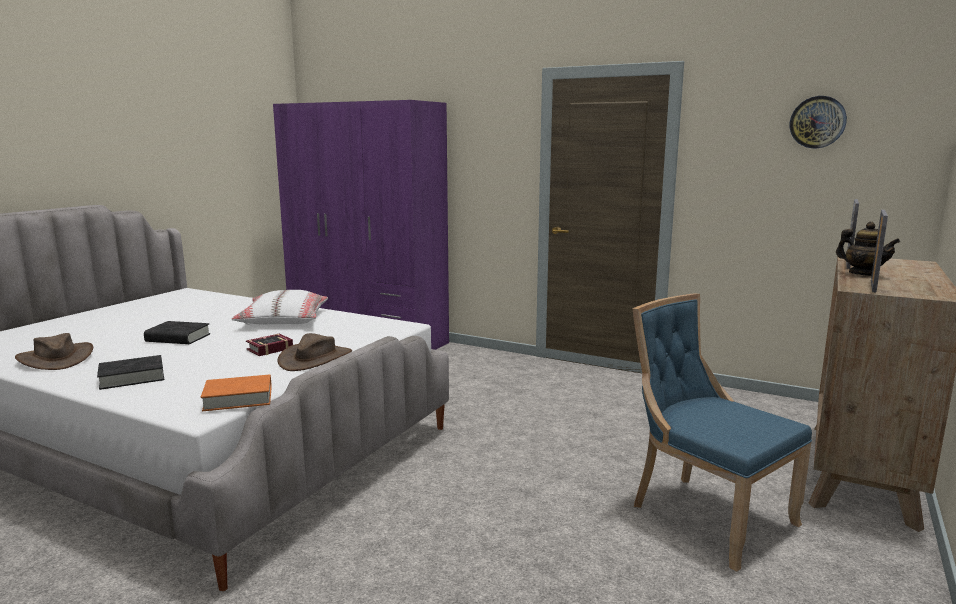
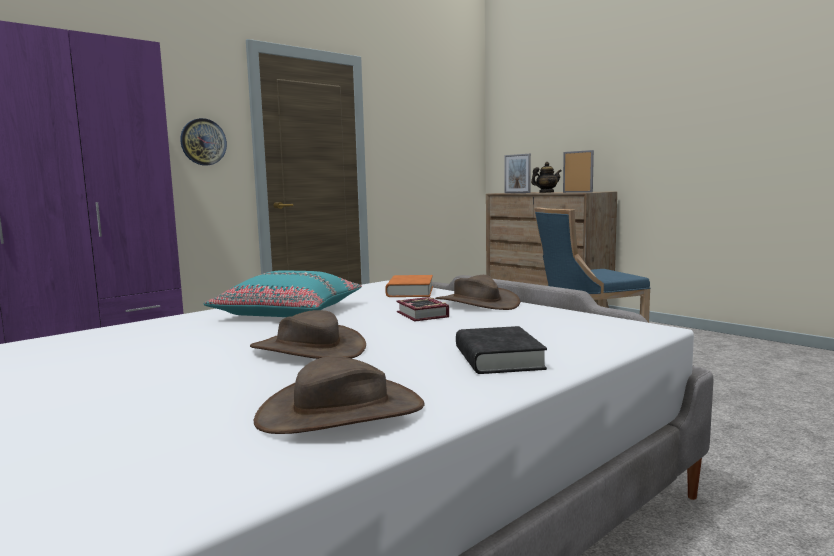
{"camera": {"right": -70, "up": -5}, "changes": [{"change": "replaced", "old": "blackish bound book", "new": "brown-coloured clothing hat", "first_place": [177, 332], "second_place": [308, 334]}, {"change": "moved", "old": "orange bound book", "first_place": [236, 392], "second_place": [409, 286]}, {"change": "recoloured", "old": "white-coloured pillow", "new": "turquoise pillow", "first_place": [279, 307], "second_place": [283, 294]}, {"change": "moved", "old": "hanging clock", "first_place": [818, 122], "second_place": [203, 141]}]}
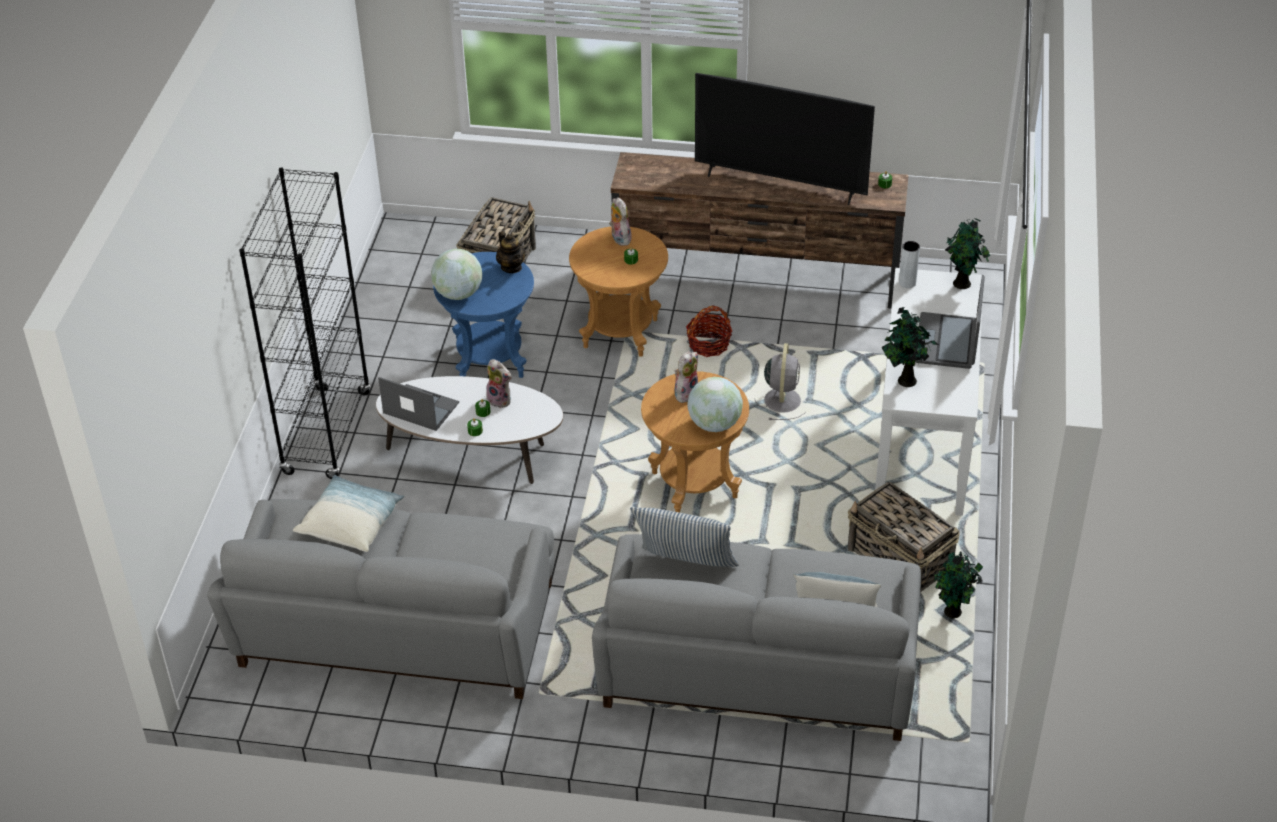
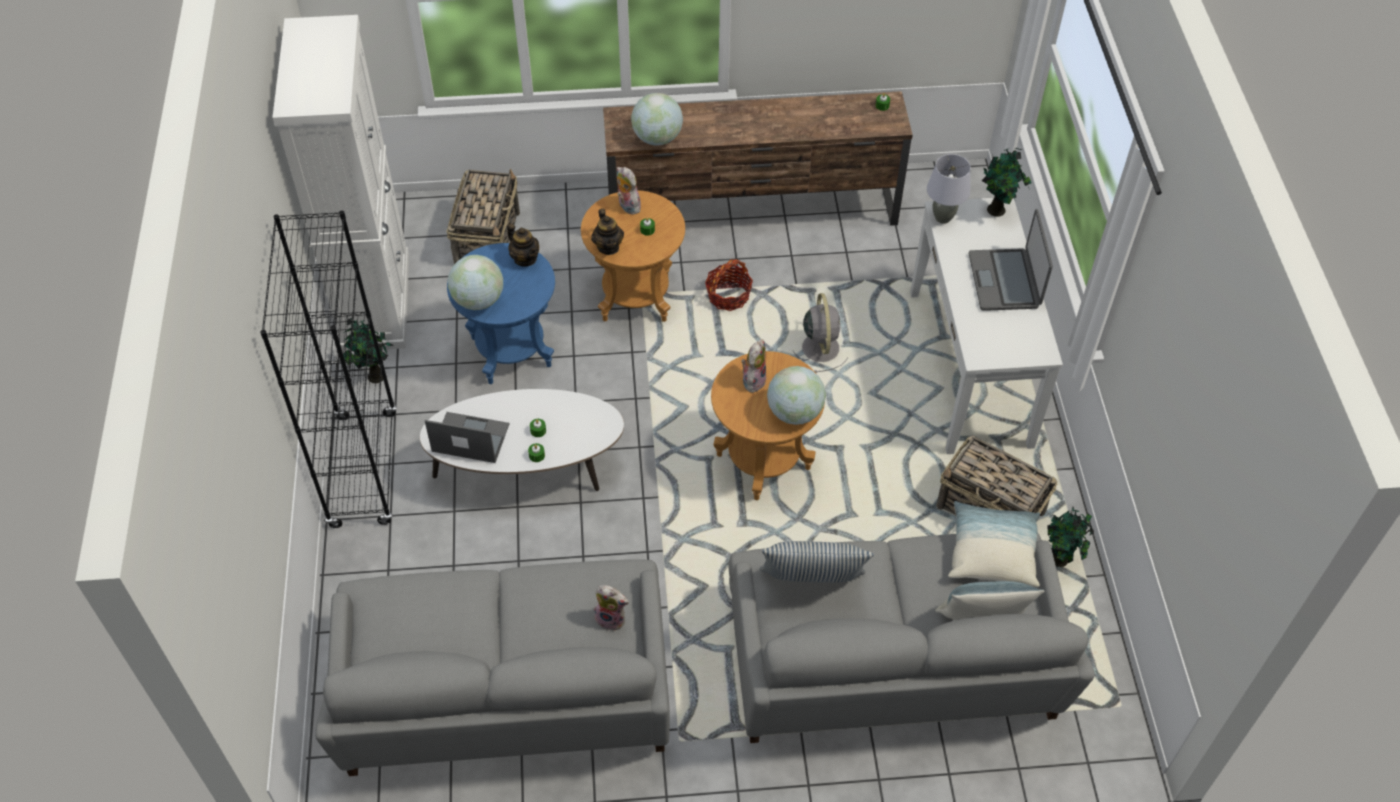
{"camera": {"right": -15, "up": 10}, "changes": [{"change": "moved", "old": "pillow", "first_place": [349, 513], "second_place": [994, 544]}, {"change": "moved", "old": "soft toy", "first_place": [499, 383], "second_place": [611, 608]}, {"change": "removed", "old": "television", "first_place": [785, 139]}, {"change": "moved", "old": "plant in a pot", "first_place": [910, 347], "second_place": [368, 350]}, {"change": "replaced", "old": "grey vase", "new": "grey lamp for a table", "first_place": [909, 264], "second_place": [949, 189]}, {"change": "added", "new": "white-coloured storage cabinet", "second_place": [340, 183]}, {"change": "added", "new": "teapot", "second_place": [607, 232]}, {"change": "added", "new": "globe", "second_place": [657, 119]}]}
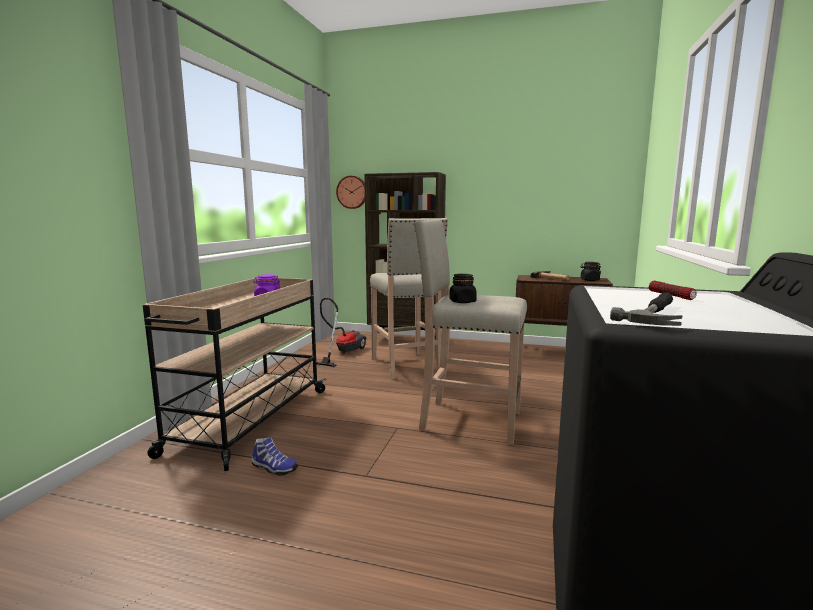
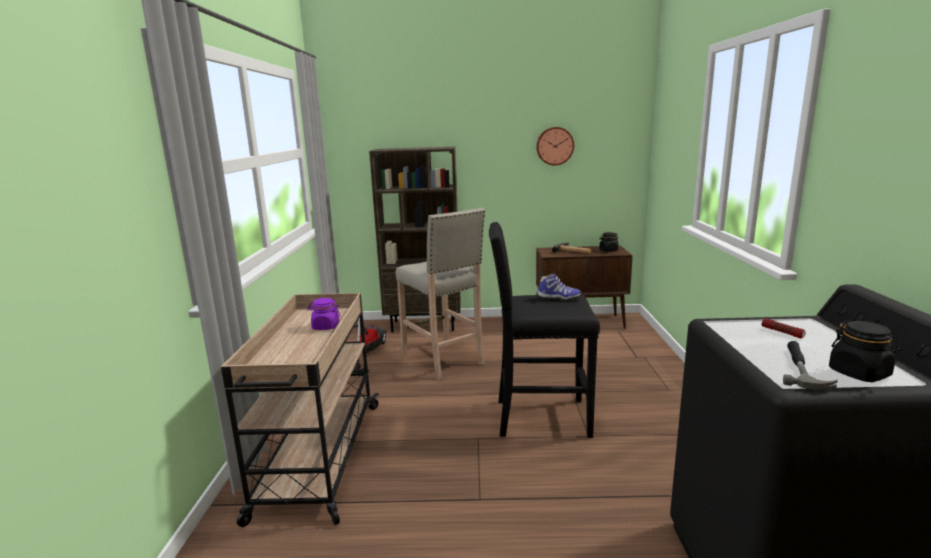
{"camera": {"right": -15, "up": 5}, "changes": [{"change": "moved", "old": "item of footwear", "first_place": [274, 456], "second_place": [558, 287]}, {"change": "moved", "old": "hanging clock", "first_place": [350, 192], "second_place": [555, 146]}, {"change": "recoloured", "old": "beige sitting stool", "new": "blackish sitting stool", "first_place": [470, 332], "second_place": [544, 330]}, {"change": "moved", "old": "blackish storage jar", "first_place": [463, 288], "second_place": [865, 351]}]}
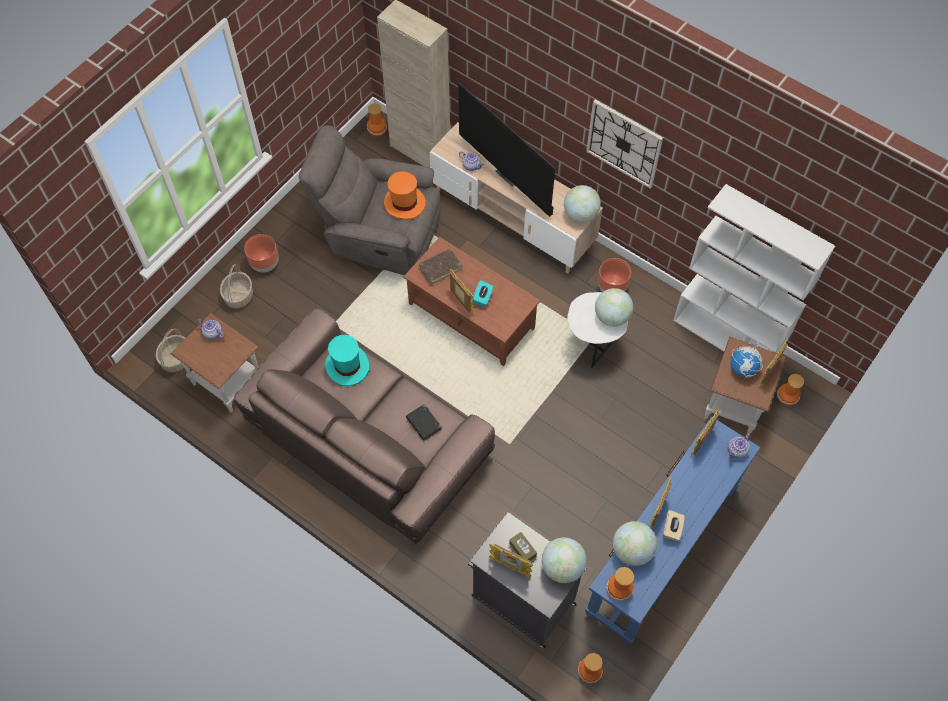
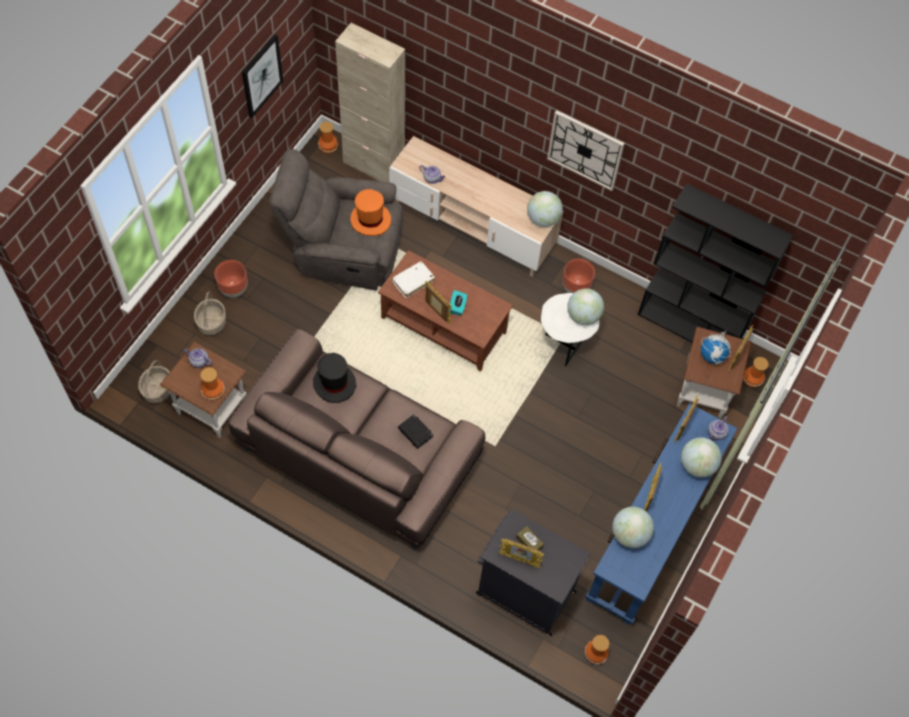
{"camera": {"right": -10, "up": 0}, "changes": [{"change": "recoloured", "old": "turquoise clothing hat", "new": "blackish clothing hat", "first_place": [347, 360], "second_place": [334, 378]}, {"change": "recoloured", "old": "brown-coloured bound book", "new": "white-coloured bound book", "first_place": [440, 267], "second_place": [413, 279]}, {"change": "removed", "old": "television", "first_place": [506, 150]}, {"change": "moved", "old": "globe", "first_place": [564, 560], "second_place": [701, 457]}, {"change": "moved", "old": "vase", "first_place": [620, 584], "second_place": [212, 384]}, {"change": "removed", "old": "beige tissue holder", "first_place": [673, 525]}, {"change": "recoloured", "old": "white-coloured bookcase", "new": "blackish bookcase", "first_place": [754, 268], "second_place": [715, 263]}, {"change": "added", "new": "wall picture", "second_place": [262, 76]}]}
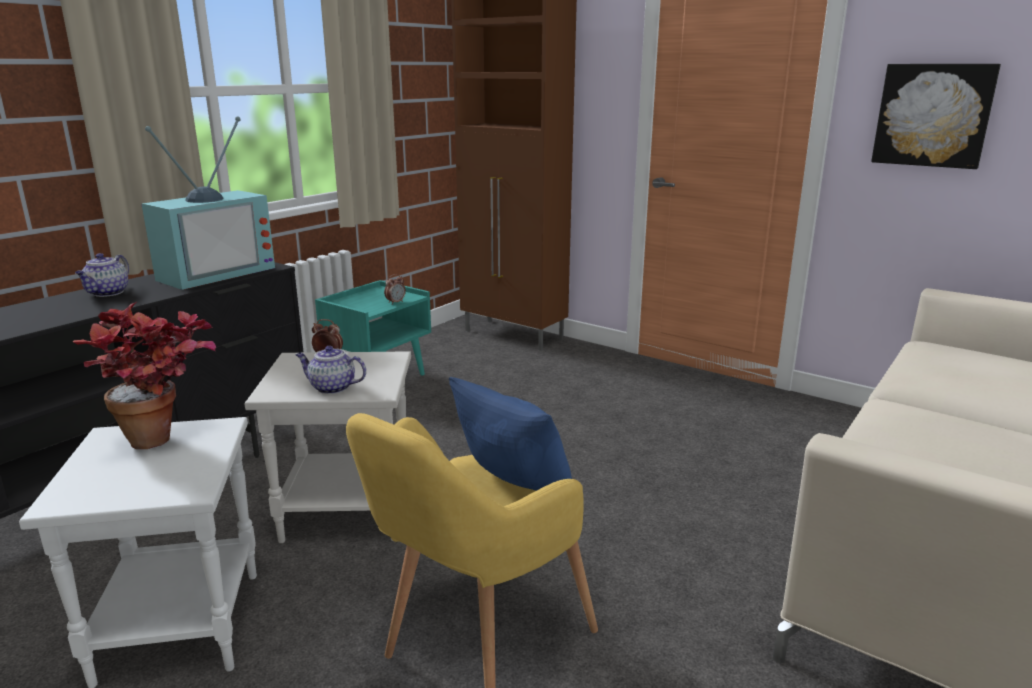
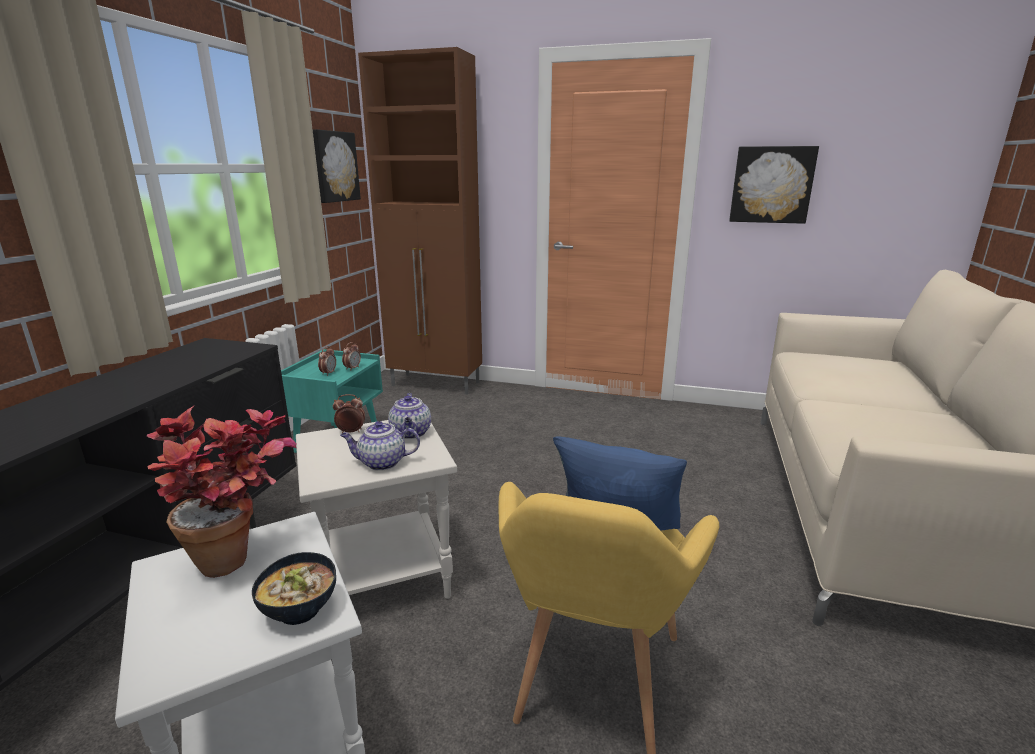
{"camera": {"right": -20, "up": 0}, "changes": [{"change": "moved", "old": "teapot", "first_place": [102, 275], "second_place": [409, 416]}, {"change": "removed", "old": "television", "first_place": [208, 203]}, {"change": "added", "new": "deep dish", "second_place": [294, 588]}, {"change": "added", "new": "wall picture", "second_place": [337, 166]}, {"change": "added", "new": "bedside clock", "second_place": [327, 361]}]}
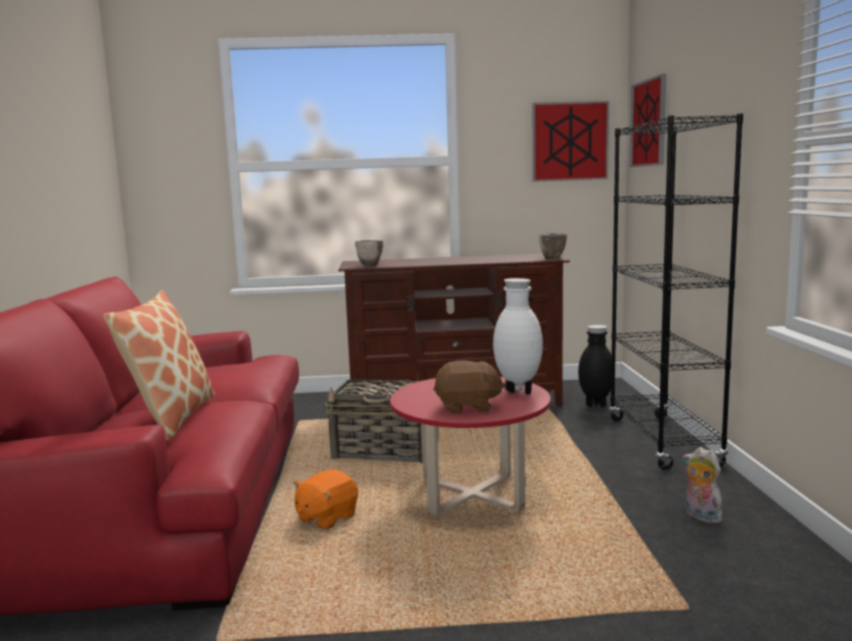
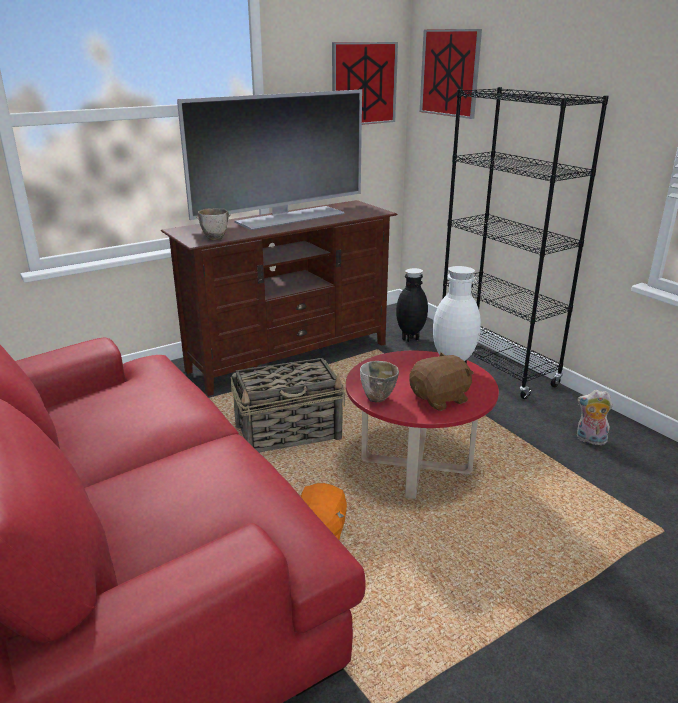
{"camera": {"right": -30, "up": 15}, "changes": [{"change": "removed", "old": "pillow", "first_place": [159, 365]}, {"change": "moved", "old": "deep dish", "first_place": [553, 246], "second_place": [379, 381]}, {"change": "added", "new": "television", "second_place": [269, 160]}]}
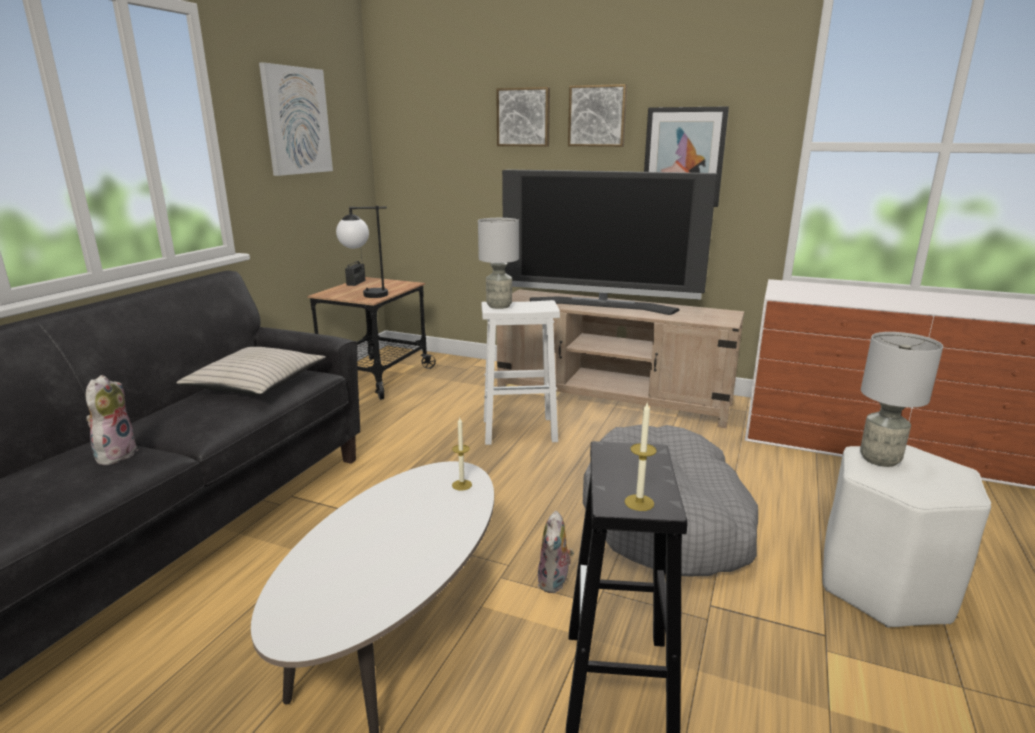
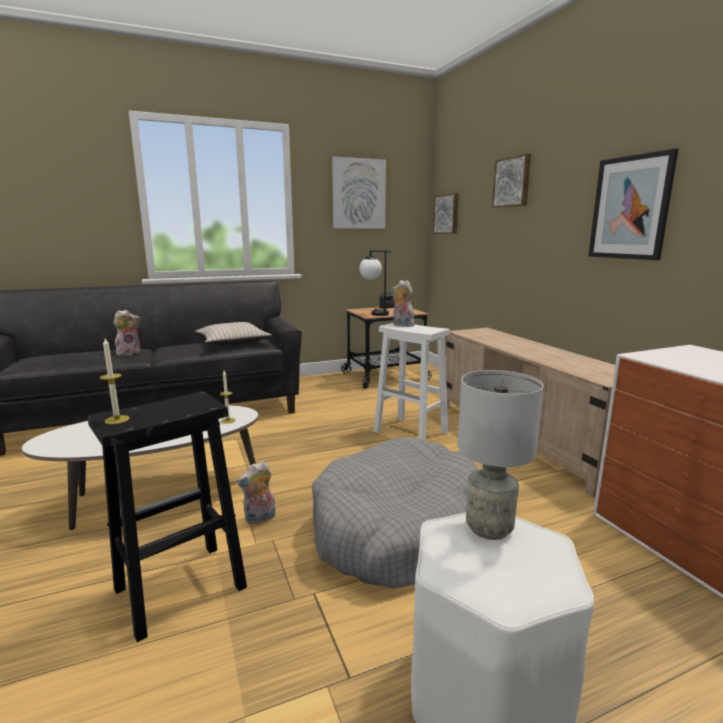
{"camera": {"right": 45, "up": -5}, "changes": [{"change": "replaced", "old": "grey lamp for a table", "new": "soft toy", "first_place": [498, 263], "second_place": [402, 303]}, {"change": "removed", "old": "television", "first_place": [609, 242]}, {"change": "moved", "old": "wall picture", "first_place": [597, 115], "second_place": [446, 213]}]}
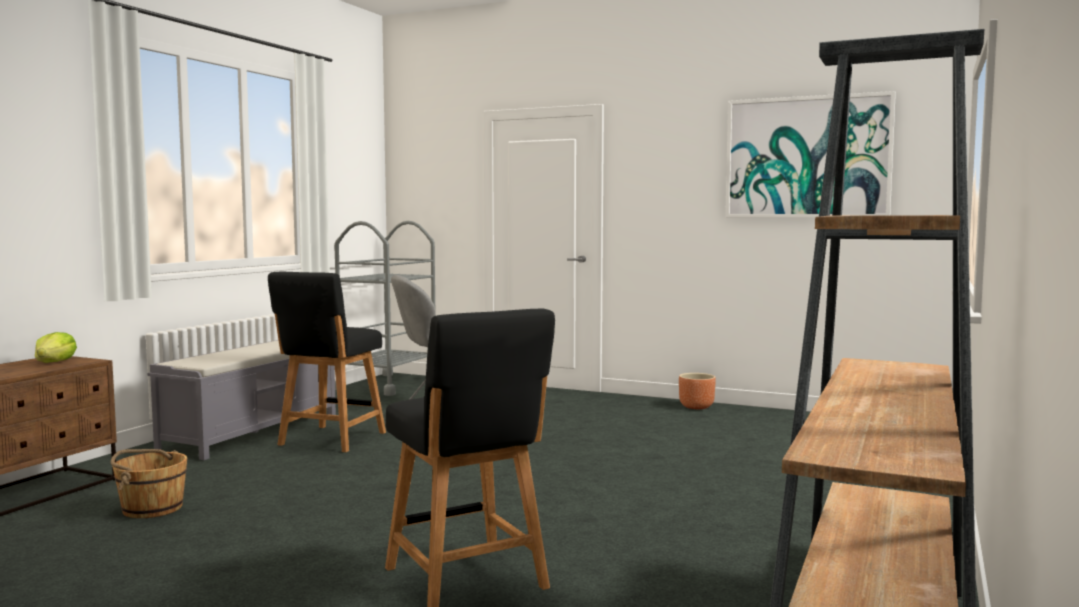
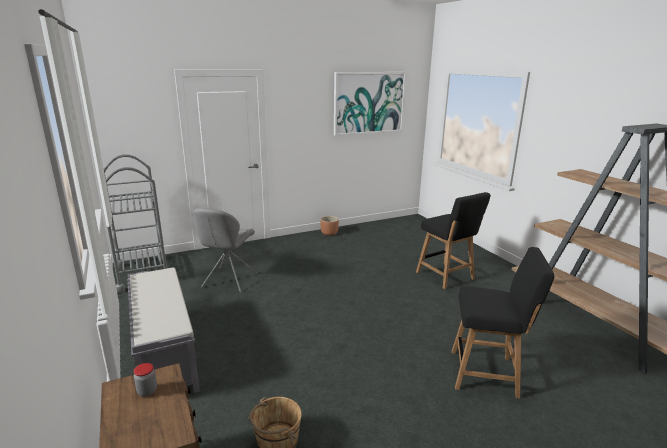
{"camera": {"right": -50, "up": 15}, "changes": [{"change": "replaced", "old": "lettuce", "new": "storage jar", "first_place": [56, 347], "second_place": [145, 380]}, {"change": "moved", "old": "blackish plain chair", "first_place": [327, 362], "second_place": [453, 240]}]}
